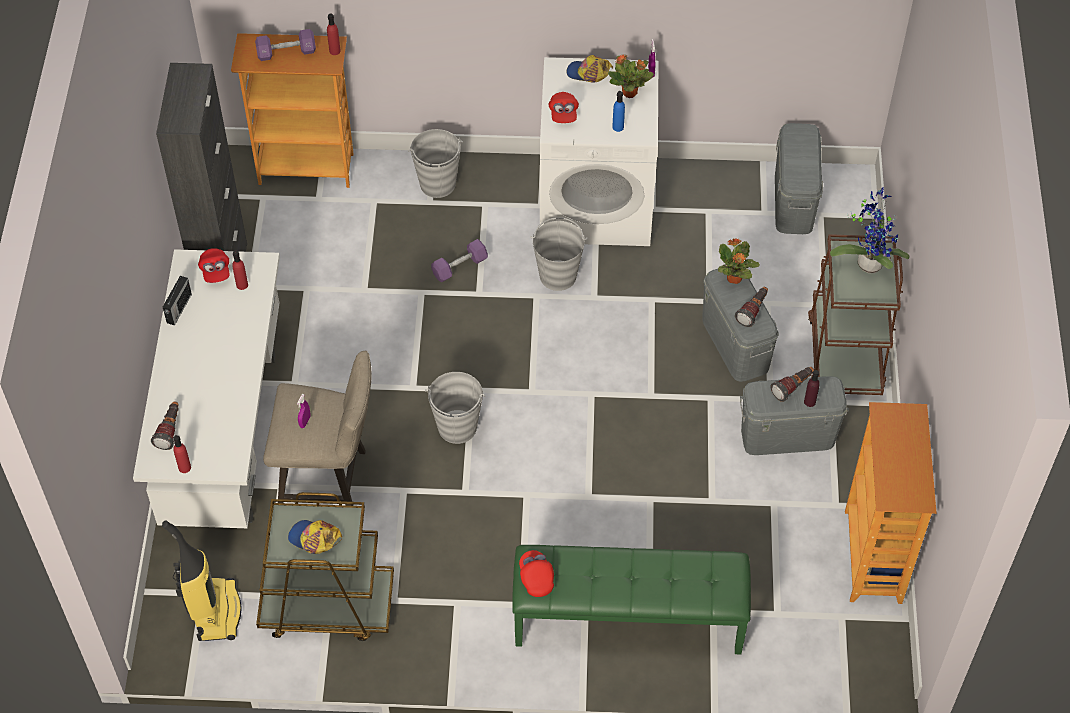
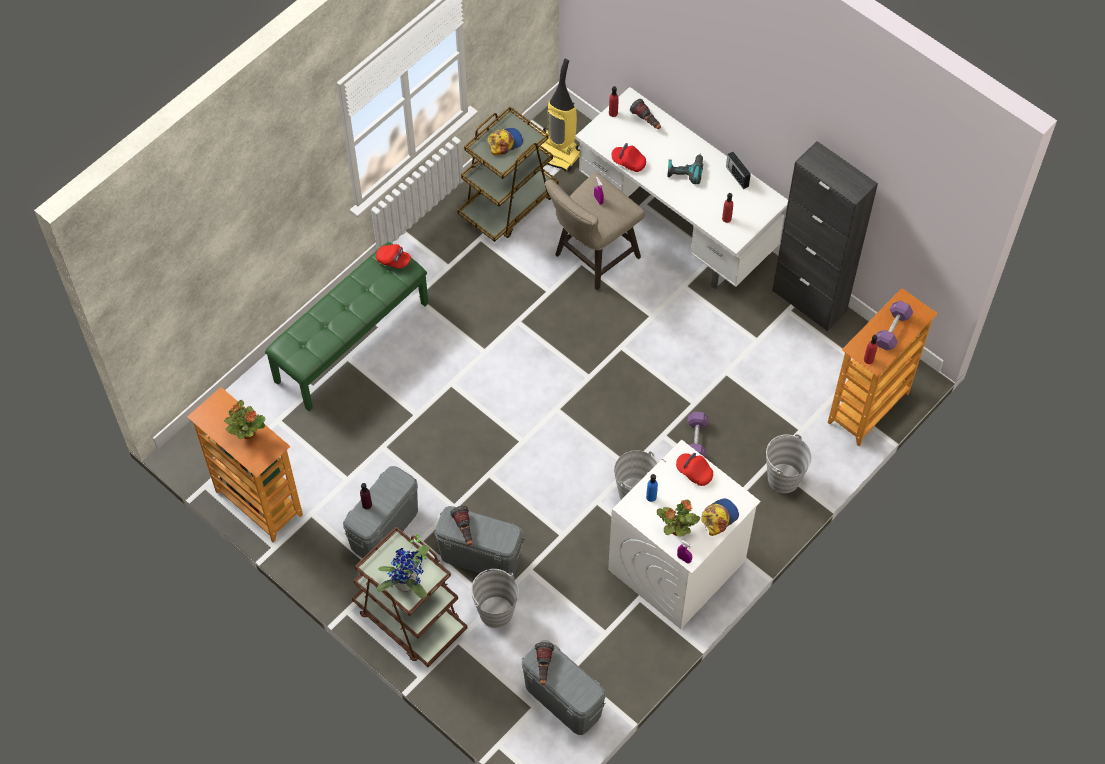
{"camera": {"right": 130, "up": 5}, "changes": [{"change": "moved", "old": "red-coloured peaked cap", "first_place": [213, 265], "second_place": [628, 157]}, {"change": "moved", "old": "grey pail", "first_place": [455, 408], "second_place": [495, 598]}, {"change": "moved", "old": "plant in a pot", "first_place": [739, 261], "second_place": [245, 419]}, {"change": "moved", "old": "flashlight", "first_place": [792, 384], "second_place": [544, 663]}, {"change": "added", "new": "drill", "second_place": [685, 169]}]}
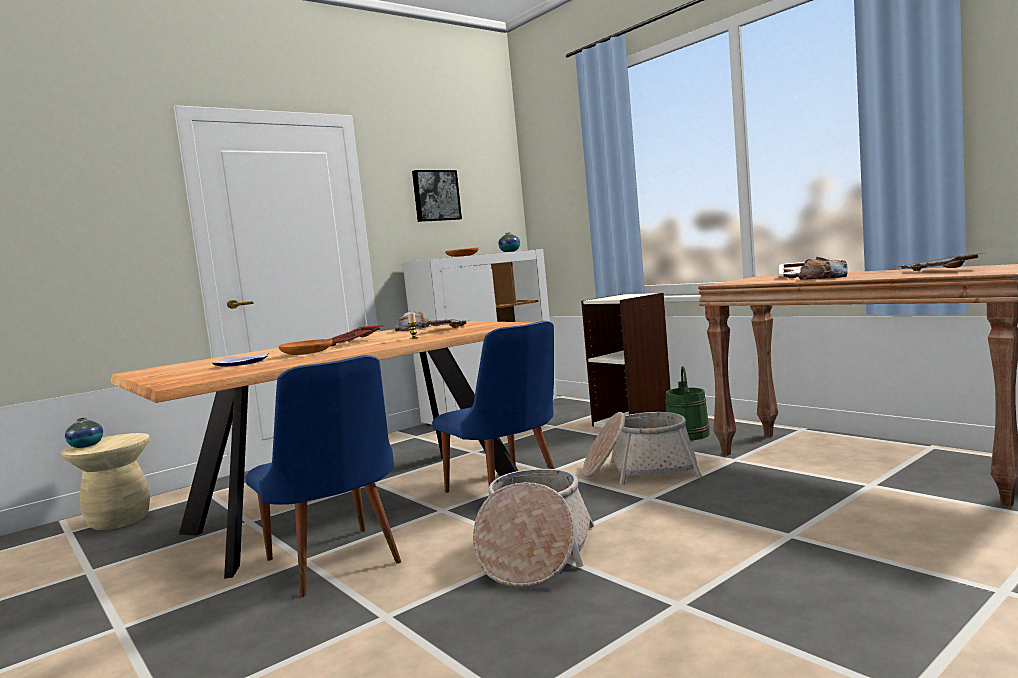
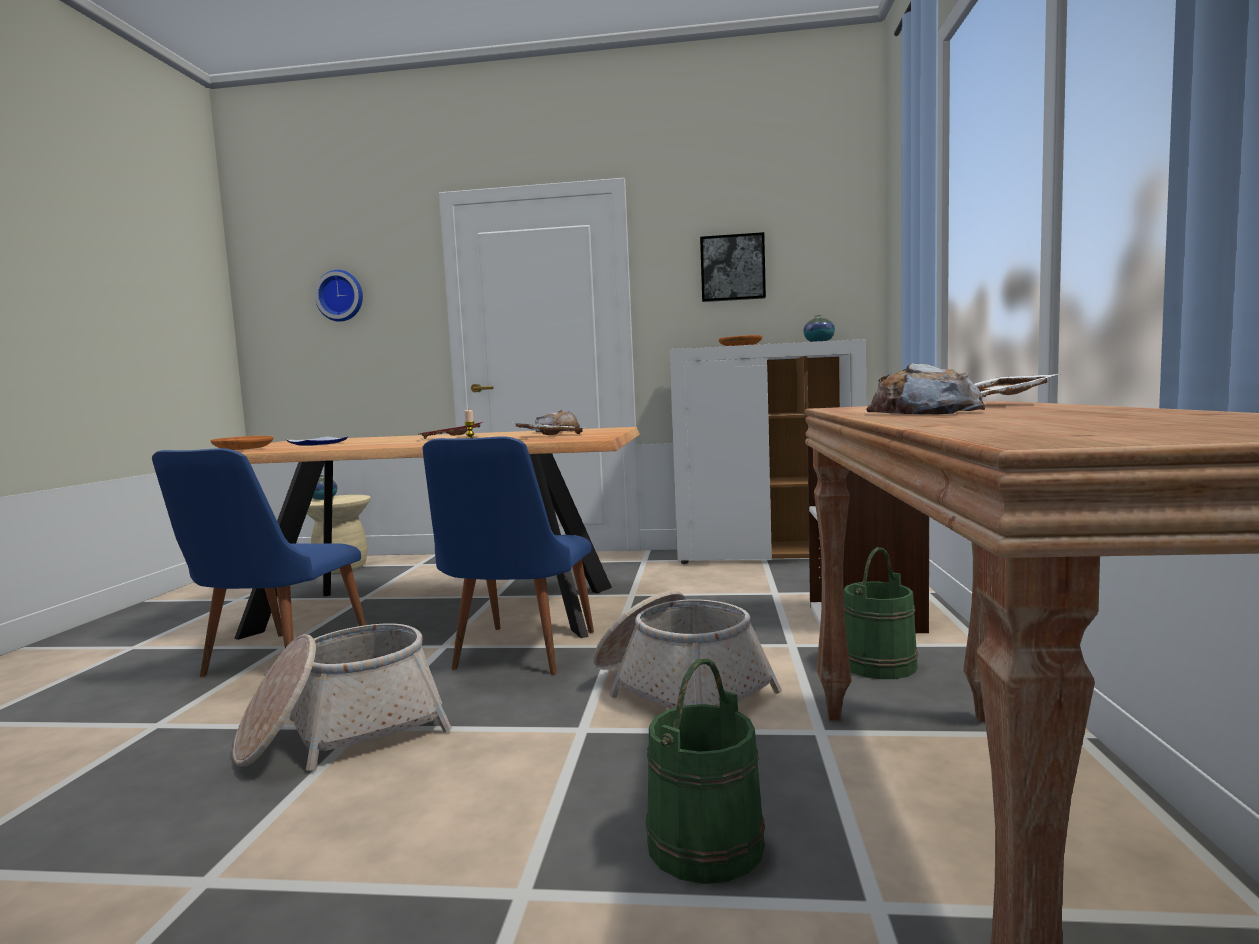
{"camera": {"right": 45, "up": 0}, "changes": [{"change": "moved", "old": "orange flat dish", "first_place": [305, 347], "second_place": [242, 443]}, {"change": "removed", "old": "white-coloured carrying tray", "first_place": [939, 262]}, {"change": "added", "new": "hanging clock", "second_place": [338, 296]}, {"change": "added", "new": "green-coloured pail", "second_place": [705, 771]}]}
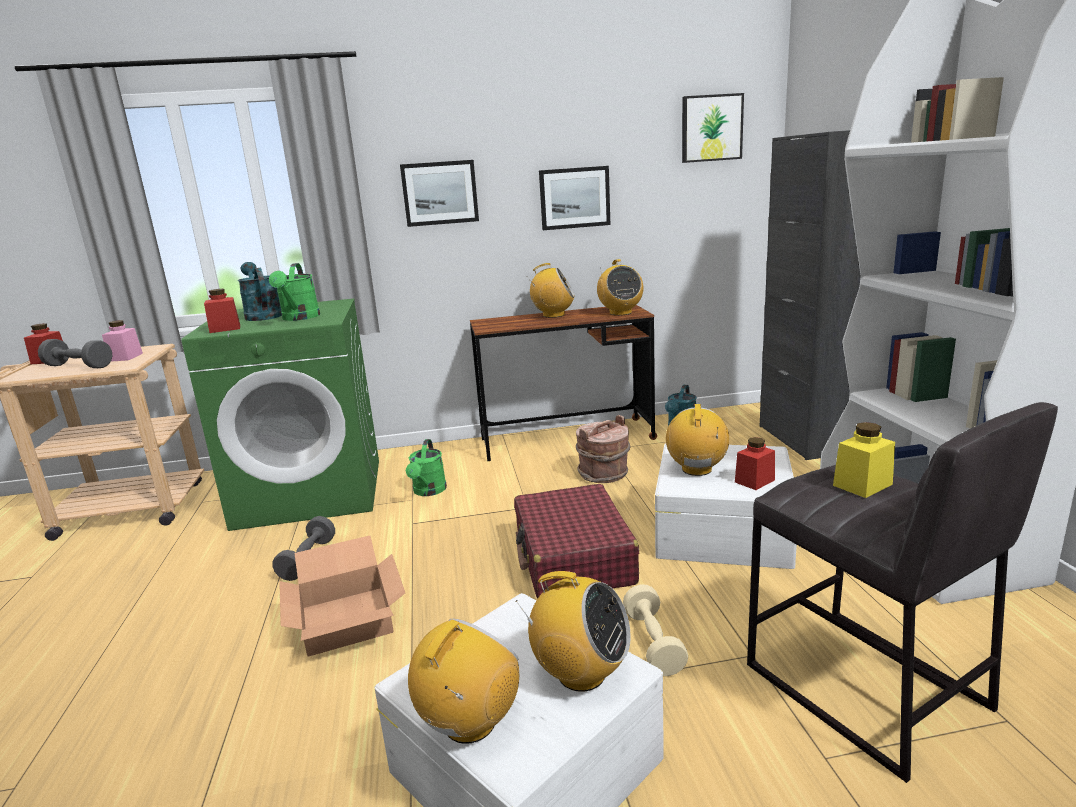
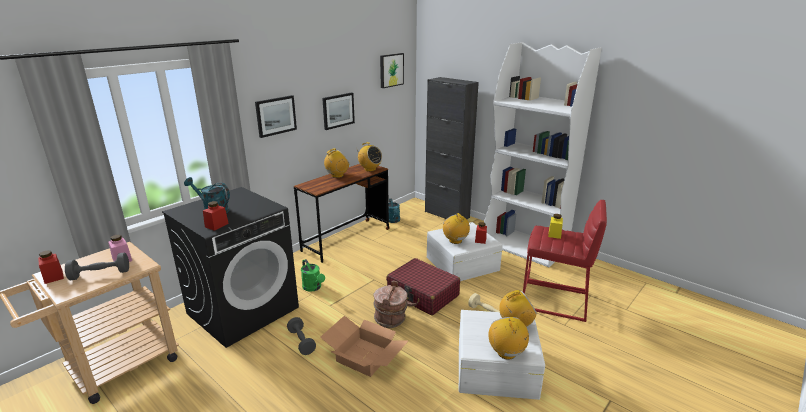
{"camera": {"right": -40, "up": 5}, "changes": [{"change": "recoloured", "old": "green-coloured laundry appliance", "new": "blackish laundry appliance", "first_place": [280, 415], "second_place": [230, 267]}, {"change": "removed", "old": "green-coloured sprinkling can", "first_place": [294, 292]}, {"change": "moved", "old": "brown-coloured pail", "first_place": [603, 449], "second_place": [390, 304]}, {"change": "recoloured", "old": "grey sitting stool", "new": "red-coloured sitting stool", "first_place": [902, 592], "second_place": [565, 261]}]}
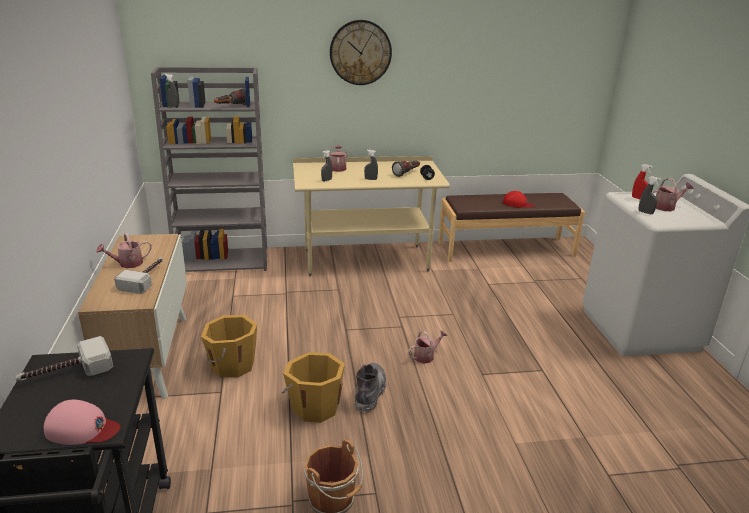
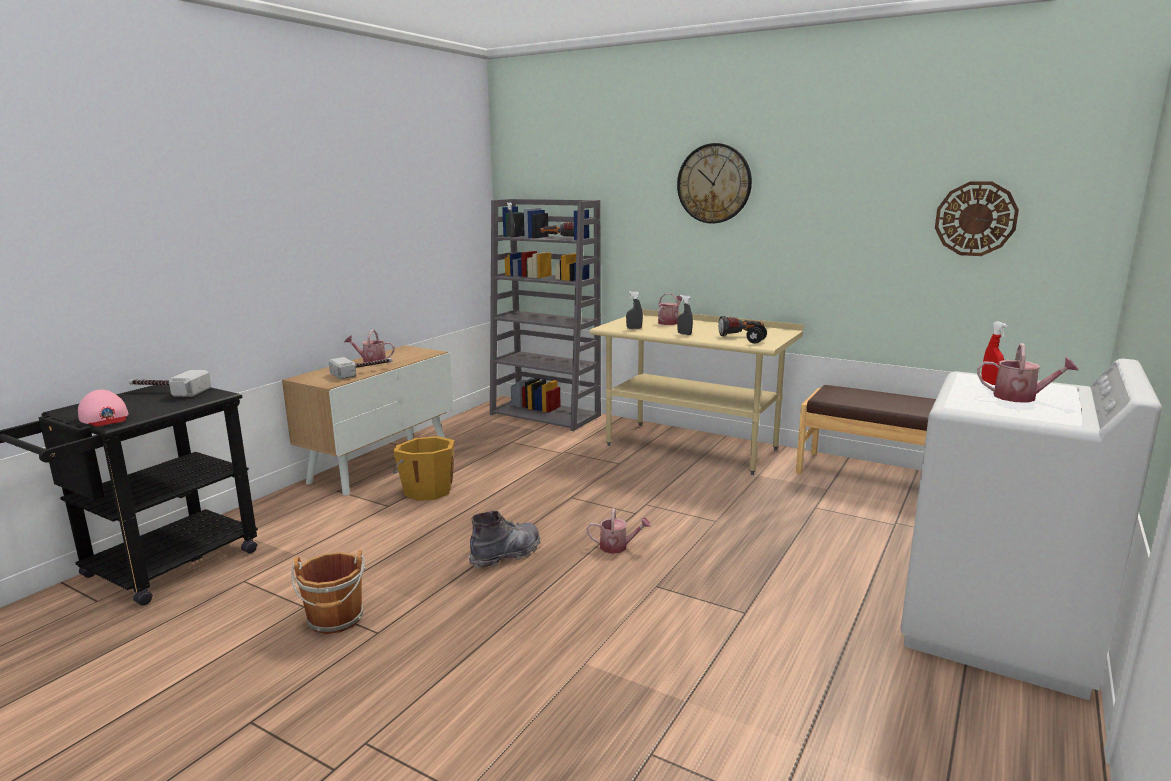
{"camera": {"right": 40, "up": -10}, "changes": [{"change": "removed", "old": "orange pail", "first_place": [313, 387]}, {"change": "removed", "old": "red-coloured peaked cap", "first_place": [519, 199]}, {"change": "removed", "old": "grey sprayer", "first_place": [649, 195]}, {"change": "added", "new": "hanging clock", "second_place": [977, 218]}]}
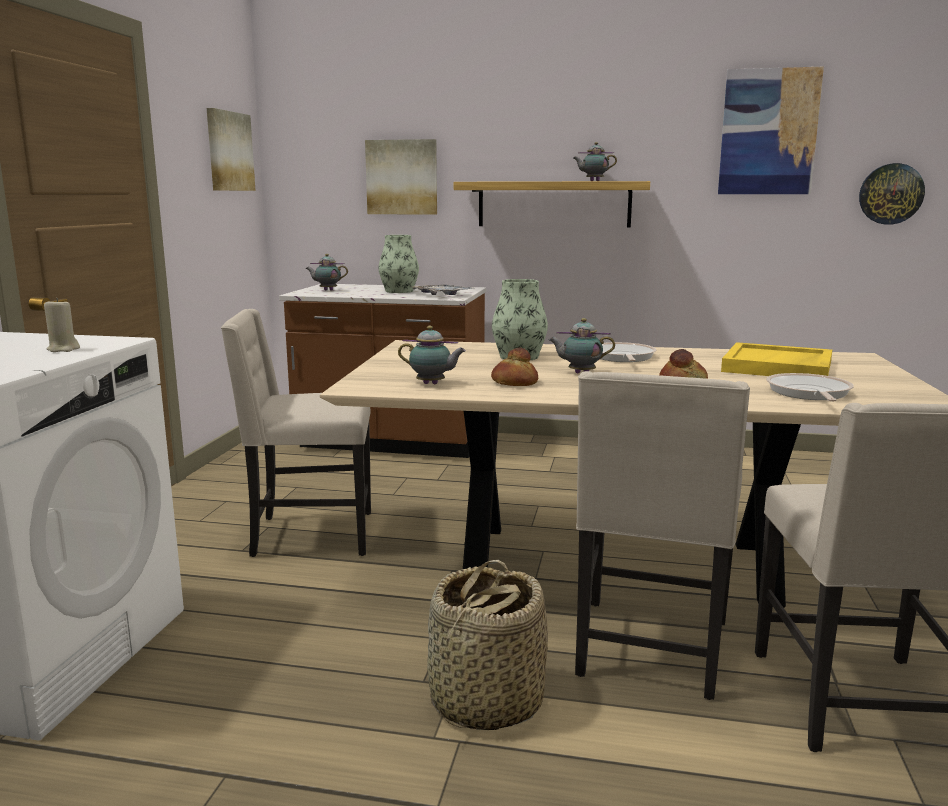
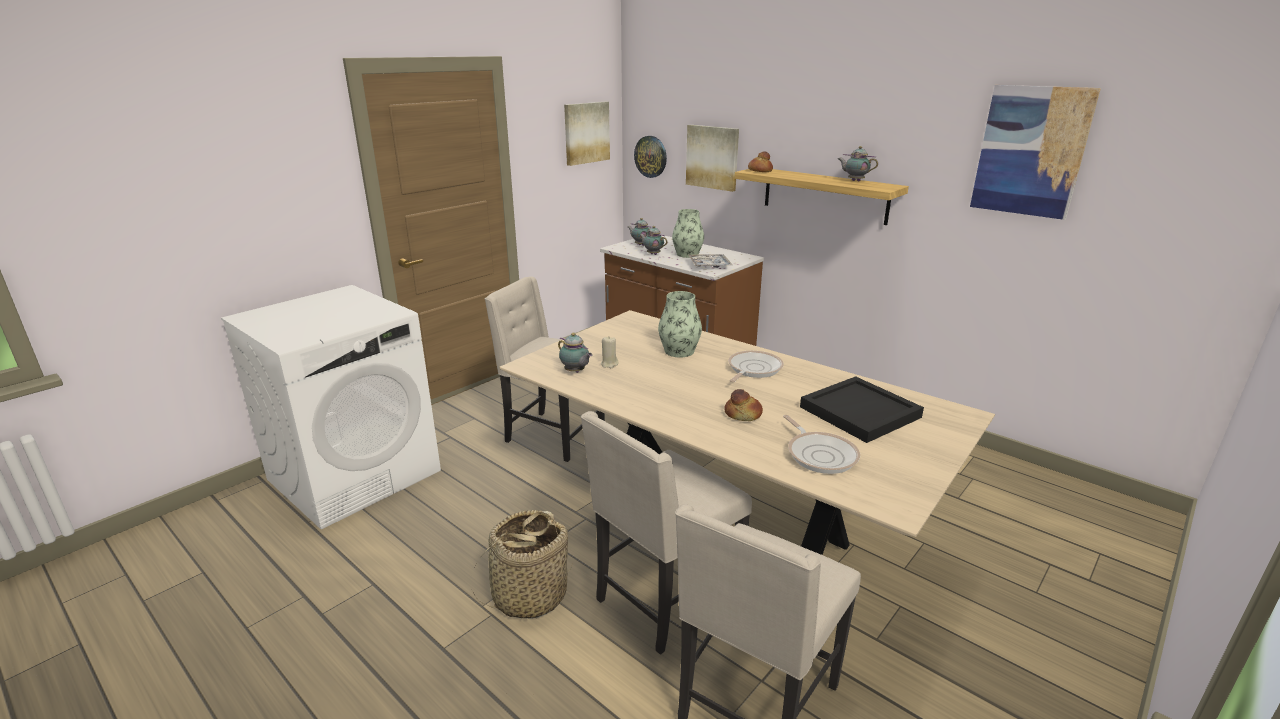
{"camera": {"right": 30, "up": 10}, "changes": [{"change": "moved", "old": "beige wax candle", "first_place": [62, 325], "second_place": [610, 352]}, {"change": "moved", "old": "bakery bread", "first_place": [514, 367], "second_place": [760, 161]}, {"change": "moved", "old": "teapot", "first_place": [582, 345], "second_place": [654, 240]}, {"change": "recoloured", "old": "yellowish carrying tray", "new": "blackish carrying tray", "first_place": [776, 359], "second_place": [862, 409]}, {"change": "turned", "old": "skillet", "first_place": [810, 387], "second_place": [821, 444], "degrees": 120}, {"change": "moved", "old": "hanging clock", "first_place": [892, 194], "second_place": [650, 157]}]}
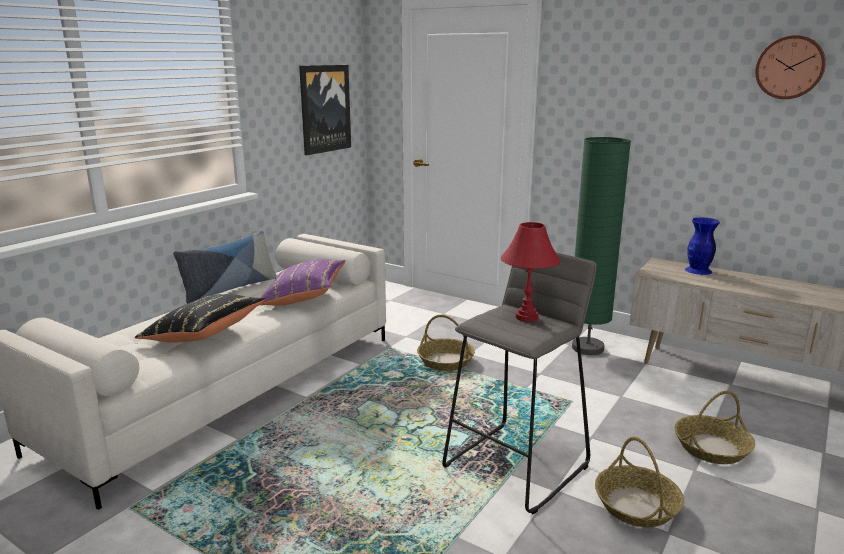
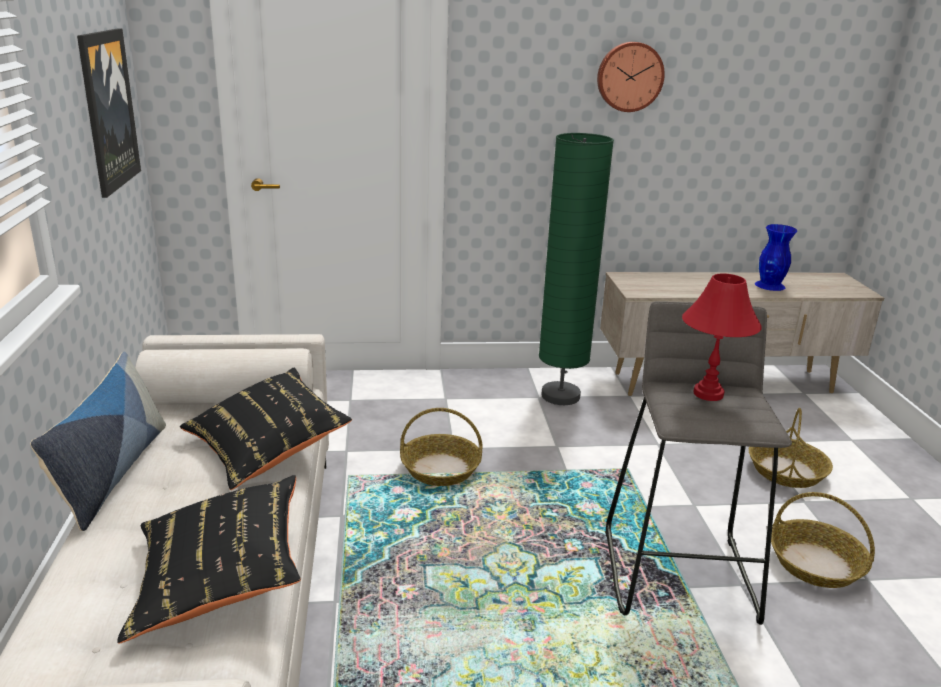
{"camera": {"right": -40, "up": 5}, "changes": [{"change": "recoloured", "old": "purple pillow", "new": "blackish pillow", "first_place": [302, 282], "second_place": [266, 429]}, {"change": "moved", "old": "bluish vase", "first_place": [702, 246], "second_place": [776, 257]}, {"change": "moved", "old": "hanging clock", "first_place": [790, 67], "second_place": [631, 77]}]}
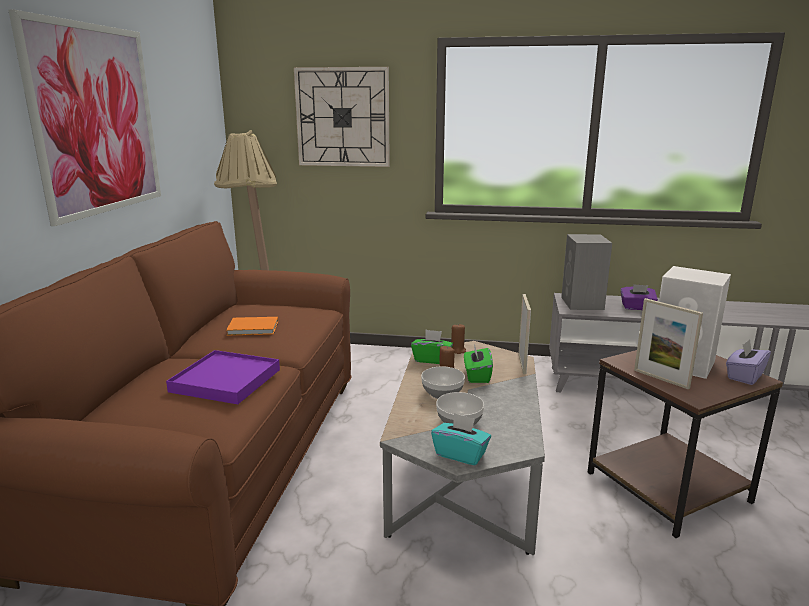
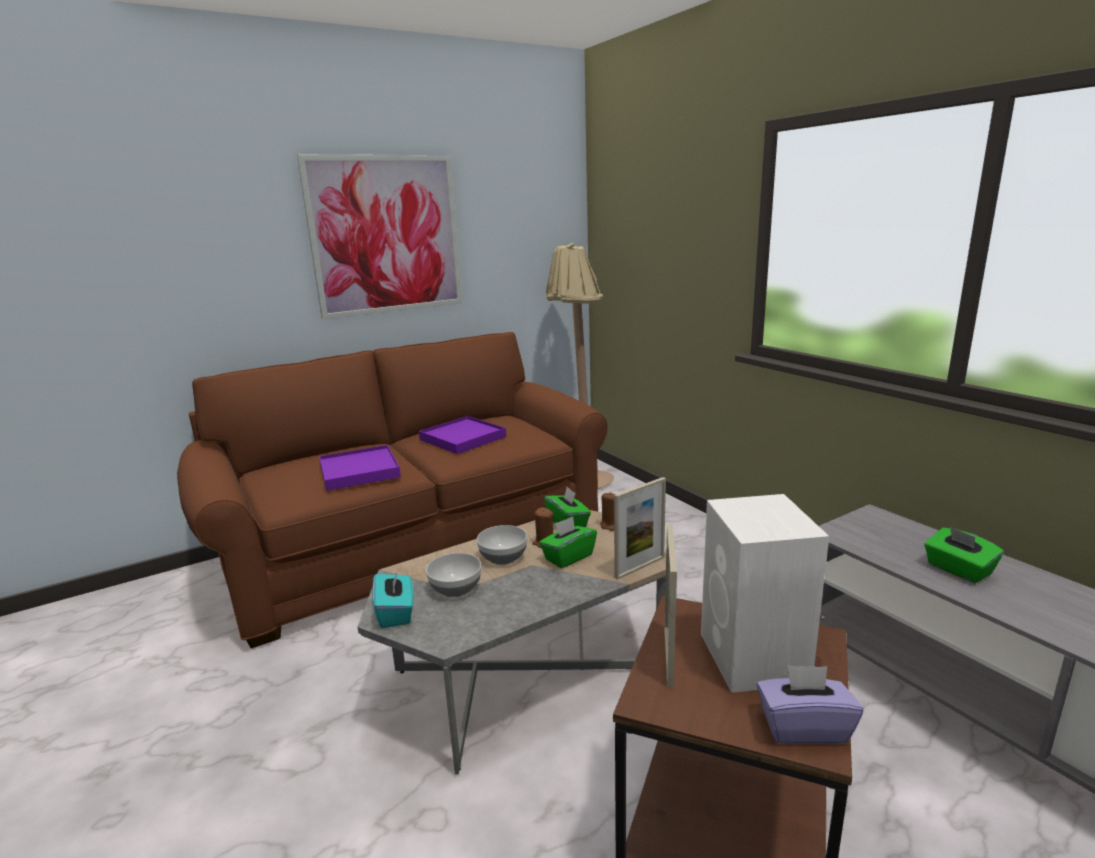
{"camera": {"right": 50, "up": 0}, "changes": [{"change": "replaced", "old": "orange bound book", "new": "purple carrying tray", "first_place": [252, 326], "second_place": [462, 435]}, {"change": "removed", "old": "hanging clock", "first_place": [342, 117]}, {"change": "removed", "old": "grey speaker", "first_place": [586, 272]}, {"change": "recoloured", "old": "purple tissue holder", "new": "green-coloured tissue holder", "first_place": [639, 297], "second_place": [964, 555]}]}
